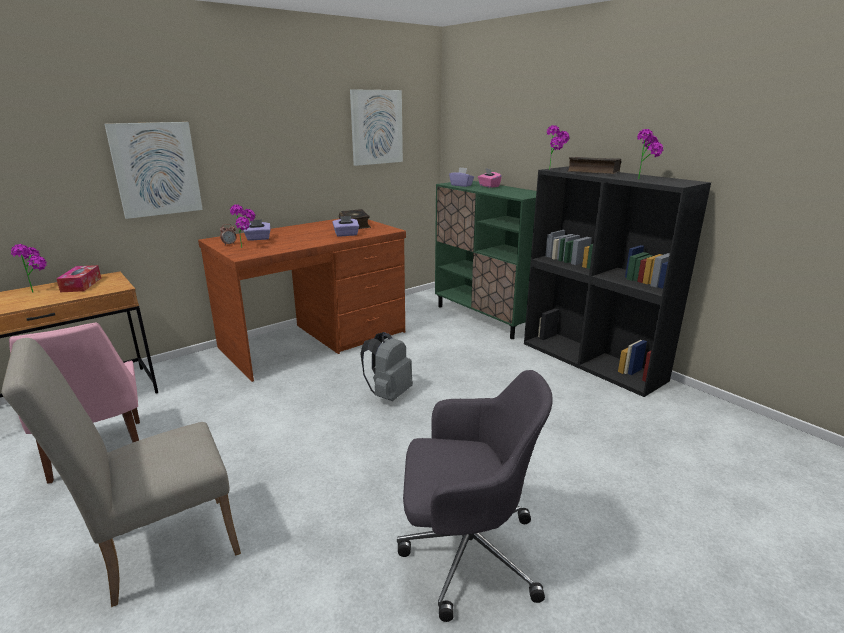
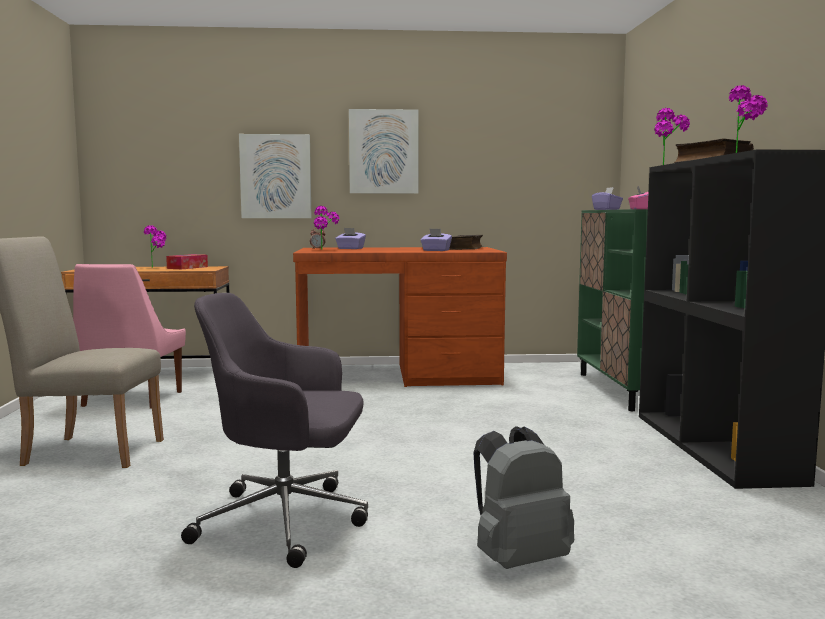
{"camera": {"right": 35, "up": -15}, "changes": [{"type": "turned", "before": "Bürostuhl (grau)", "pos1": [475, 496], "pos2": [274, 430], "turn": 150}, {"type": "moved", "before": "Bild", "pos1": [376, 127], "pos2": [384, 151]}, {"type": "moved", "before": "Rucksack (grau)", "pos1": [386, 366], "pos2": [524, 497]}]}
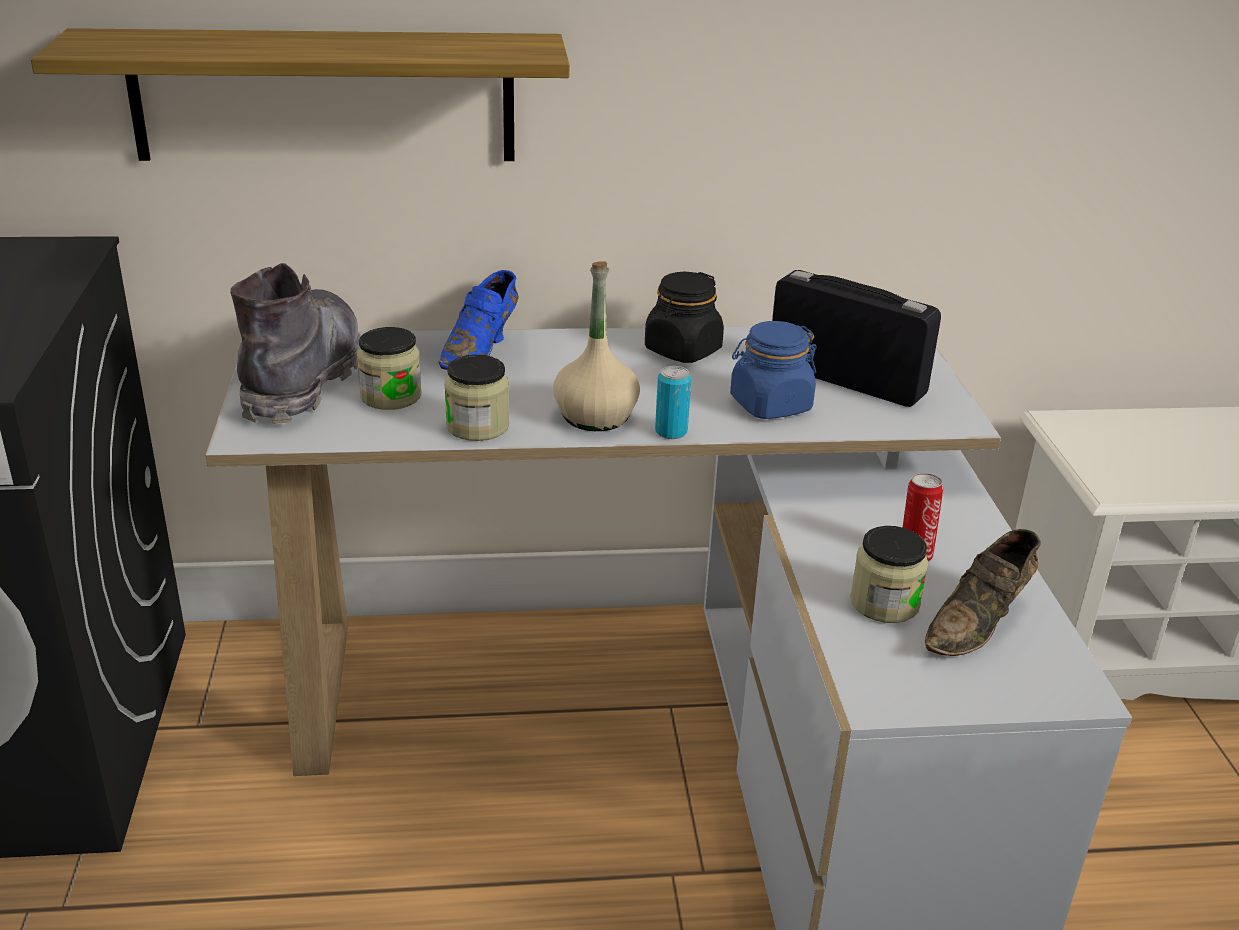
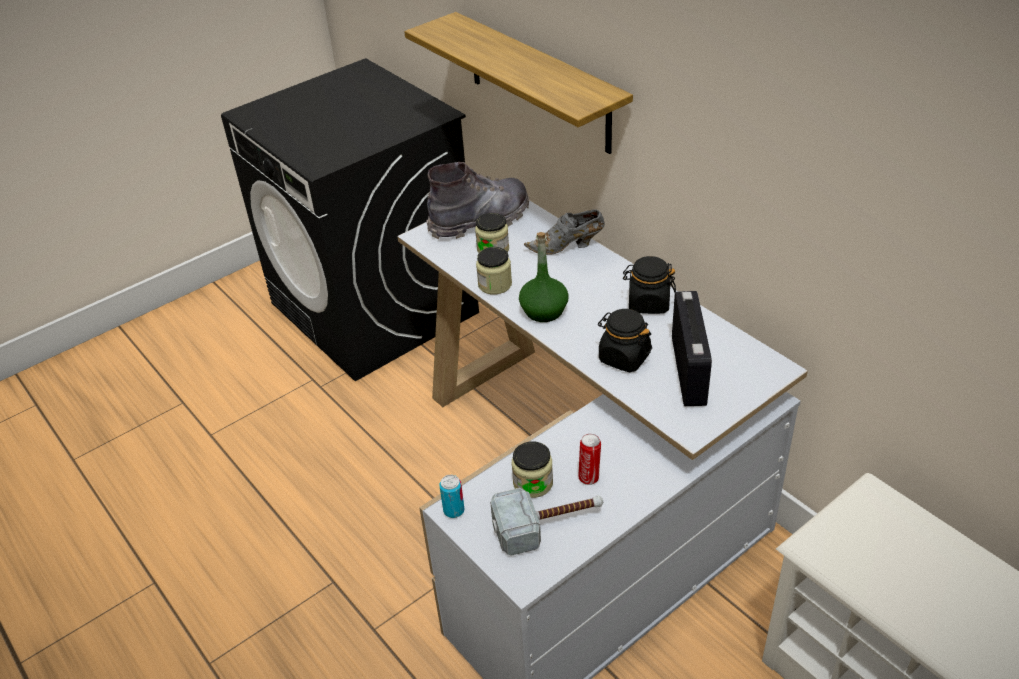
{"camera": {"right": 60, "up": 10}, "changes": [{"type": "moved", "before": "Dose", "pos1": [673, 402], "pos2": [452, 496]}, {"type": "replaced", "before": "Schuh (braun)", "after": "Hammer", "pos1": [983, 592], "pos2": [546, 522]}, {"type": "recoloured", "before": "Flasche (beige)", "after": "Flasche (grün)", "pos1": [596, 346], "pos2": [544, 277]}, {"type": "recoloured", "before": "Schuh (blau)", "after": "Schuh (grau)", "pos1": [479, 320], "pos2": [564, 232]}, {"type": "recoloured", "before": "Vorratsglas (blau)", "after": "Vorratsglas (schwarz)", "pos1": [773, 370], "pos2": [625, 341]}]}
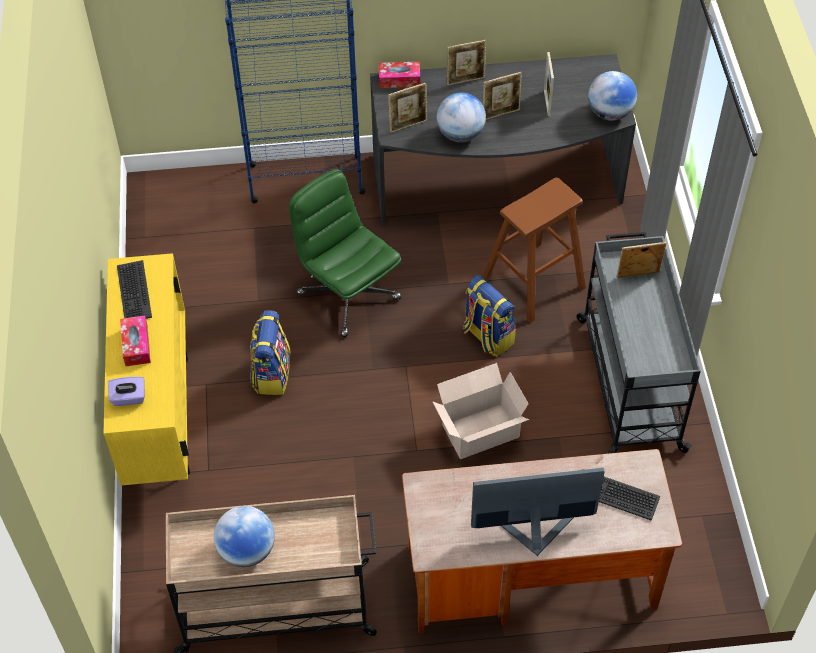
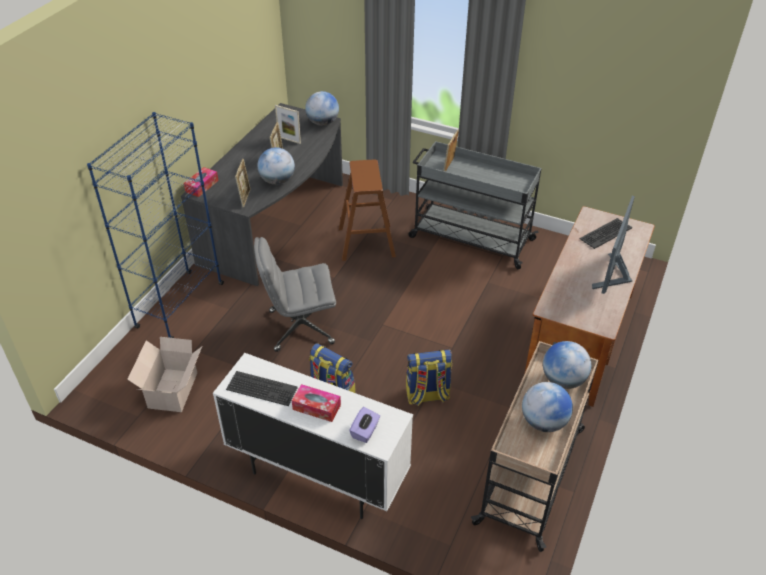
{"camera": {"right": -60, "up": -10}, "changes": [{"type": "moved", "before": "Karton", "pos1": [480, 411], "pos2": [164, 374]}, {"type": "recoloured", "before": "Schrank (gelb)", "after": "Schrank (weiß)", "pos1": [147, 369], "pos2": [313, 436]}, {"type": "recoloured", "before": "Bürostuhl (grün)", "after": "Bürostuhl (grau)", "pos1": [345, 253], "pos2": [295, 294]}, {"type": "moved", "before": "Rucksack", "pos1": [489, 316], "pos2": [429, 378]}, {"type": "added", "after": "Globus", "pos2": [567, 365]}, {"type": "removed", "before": "Bilderrahmen", "pos1": [466, 63]}]}
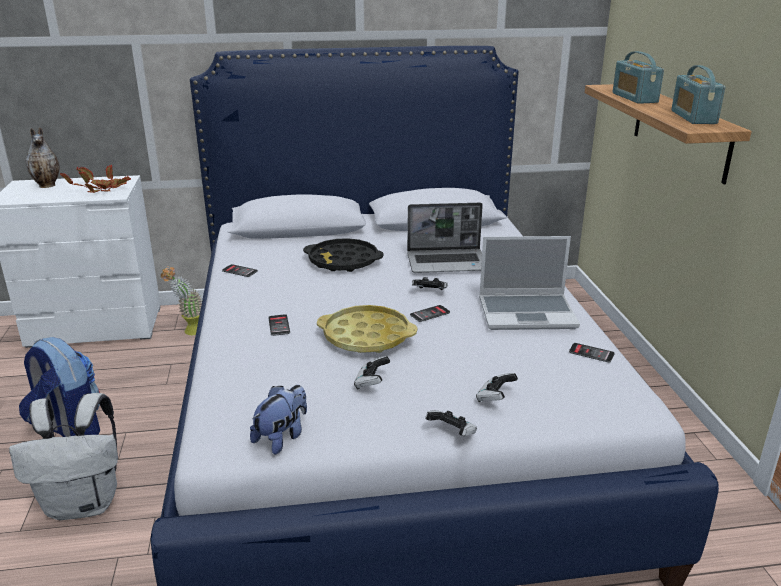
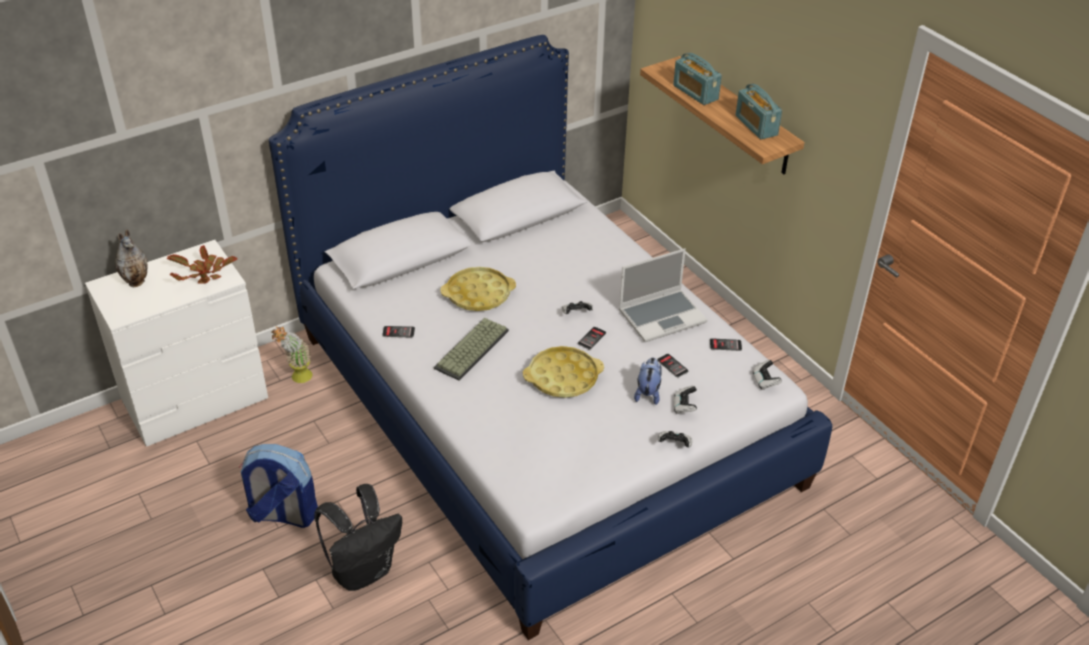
{"camera": {"right": -25, "up": 15}, "changes": [{"type": "recoloured", "before": "Rucksack (weiß)", "after": "Rucksack (schwarz)", "pos1": [63, 456], "pos2": [358, 537]}, {"type": "added", "after": "Tastatur", "pos2": [471, 349]}, {"type": "recoloured", "before": "Tablett (schwarz)", "after": "Tablett (gelb)", "pos1": [343, 255], "pos2": [478, 289]}, {"type": "moved", "before": "Plüschtier", "pos1": [278, 419], "pos2": [648, 381]}, {"type": "moved", "before": "Handy", "pos1": [279, 325], "pos2": [673, 365]}, {"type": "moved", "before": "Gamepad", "pos1": [372, 372], "pos2": [767, 375]}, {"type": "removed", "before": "Laptop", "pos1": [445, 238]}]}
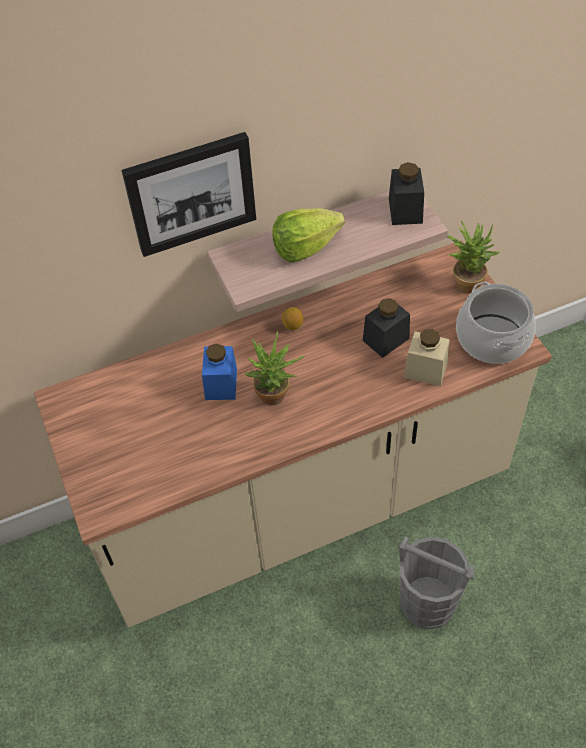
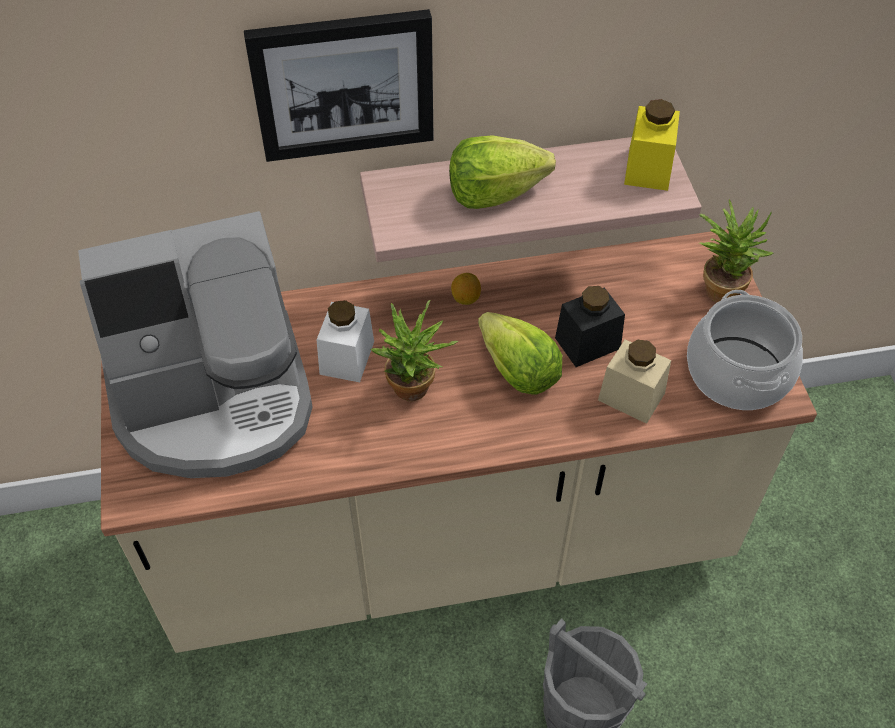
{"camera": {"right": 10, "up": 0}, "changes": [{"type": "added", "after": "Kaffeemaschine", "pos2": [195, 344]}, {"type": "recoloured", "before": "Vorratsglas (blau)", "after": "Vorratsglas (weiß)", "pos1": [219, 372], "pos2": [345, 341]}, {"type": "added", "after": "Salatkopf", "pos2": [520, 353]}, {"type": "recoloured", "before": "Vorratsglas (schwarz)", "after": "Vorratsglas (gelb)", "pos1": [406, 193], "pos2": [652, 145]}]}
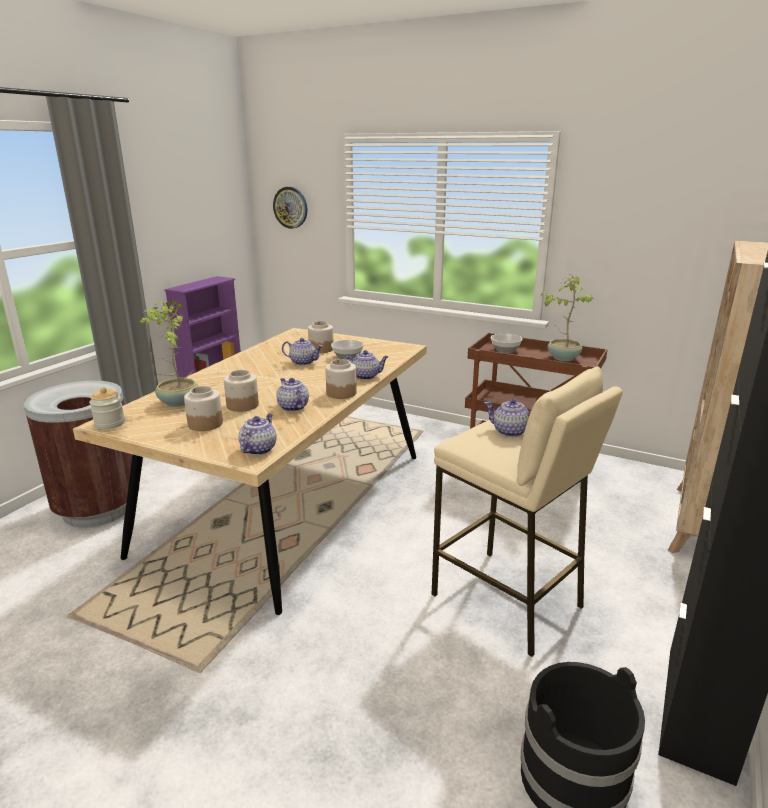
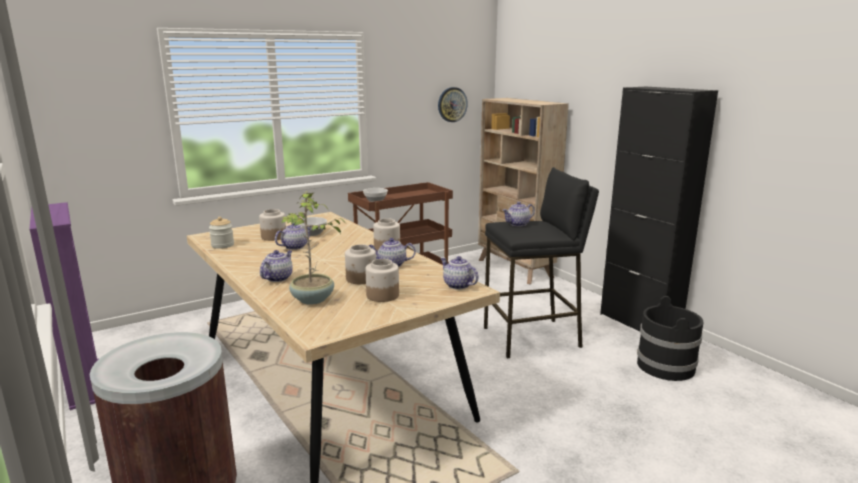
{"camera": {"right": -60, "up": -5}, "changes": [{"type": "moved", "before": "Vorratsglas", "pos1": [107, 408], "pos2": [221, 233]}, {"type": "moved", "before": "Teekanne", "pos1": [366, 365], "pos2": [276, 266]}, {"type": "moved", "before": "Wanduhr", "pos1": [290, 208], "pos2": [453, 104]}, {"type": "recoloured", "before": "Hocker (beige)", "after": "Hocker (schwarz)", "pos1": [527, 512], "pos2": [541, 262]}, {"type": "removed", "before": "Topfpflanze", "pos1": [567, 318]}]}
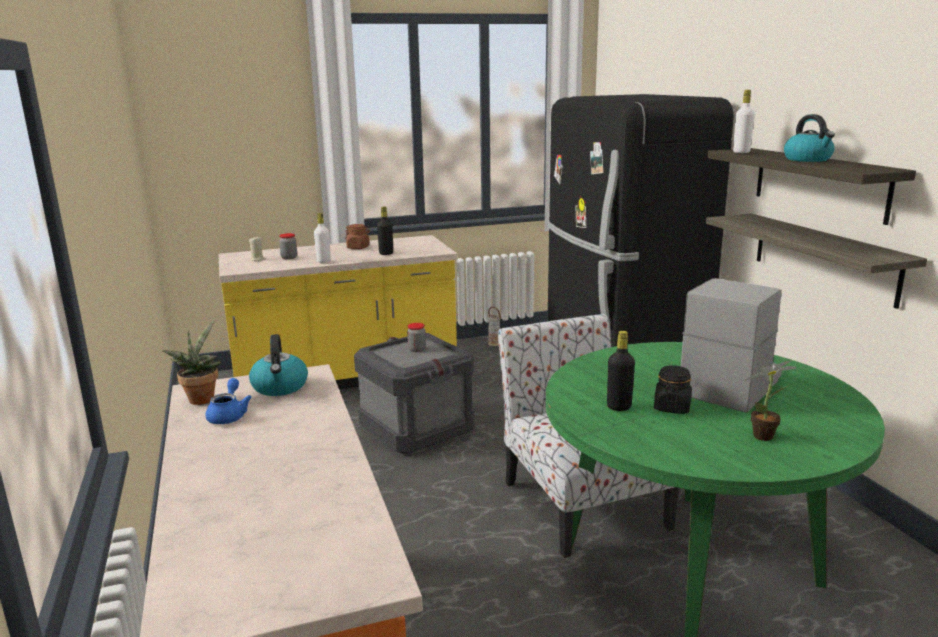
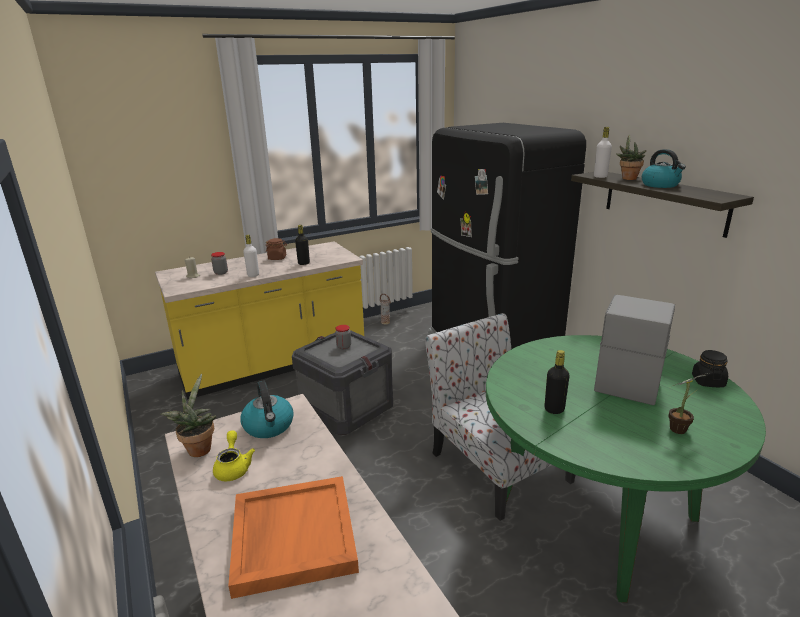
{"camera": {"right": -10, "up": 5}, "changes": [{"type": "recoloured", "before": "Teekanne (blau)", "after": "Teekanne (gelb)", "pos1": [229, 401], "pos2": [234, 455]}, {"type": "added", "after": "Tablett (orange)", "pos2": [293, 537]}, {"type": "added", "after": "Topfpflanze", "pos2": [631, 157]}, {"type": "moved", "before": "Vorratsglas (schwarz)", "pos1": [673, 389], "pos2": [710, 368]}, {"type": "removed", "before": "Wandregal", "pos1": [816, 261]}]}
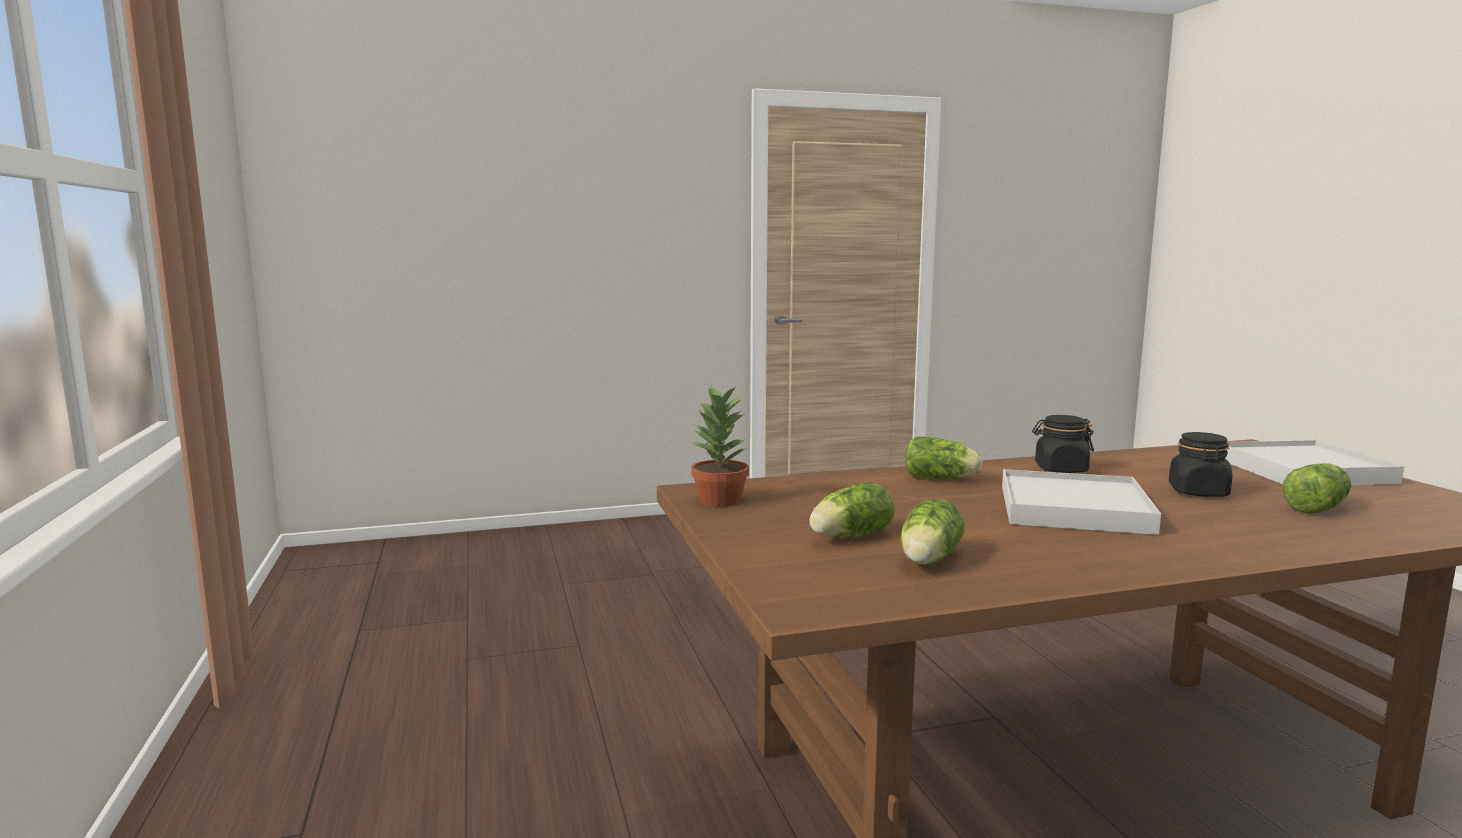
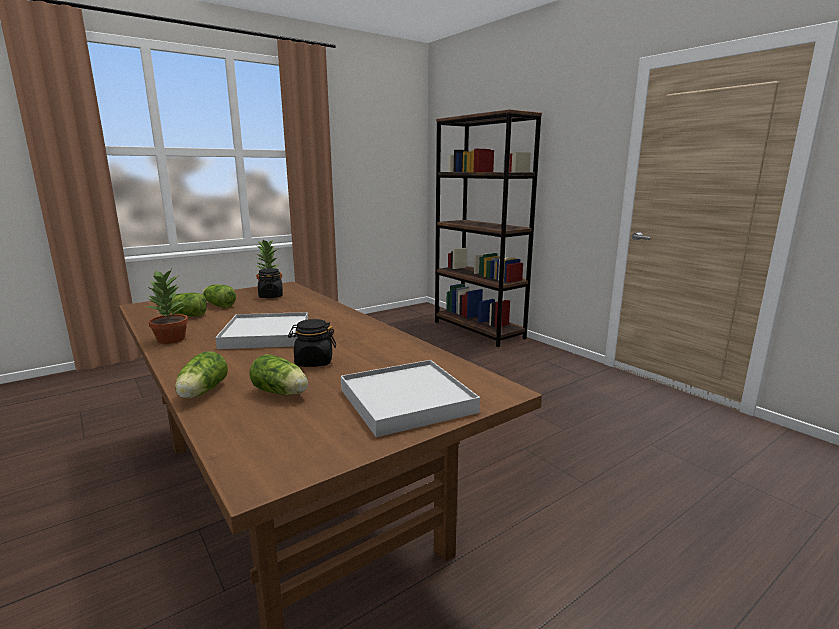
{"camera": {"right": 70, "up": 5}, "changes": [{"type": "added", "after": "Topfpflanze", "pos2": [167, 306]}, {"type": "moved", "before": "Salatkopf", "pos1": [944, 457], "pos2": [201, 375]}, {"type": "moved", "before": "Vorratsglas (schwarz)", "pos1": [1063, 444], "pos2": [270, 283]}, {"type": "added", "after": "Bücherregal (braun)", "pos2": [488, 228]}]}
